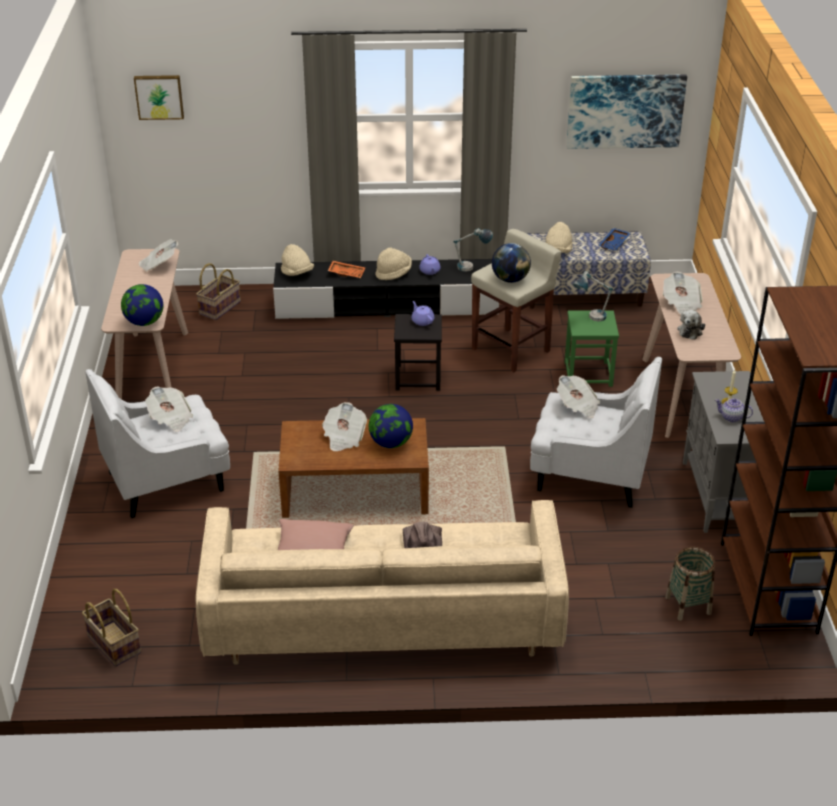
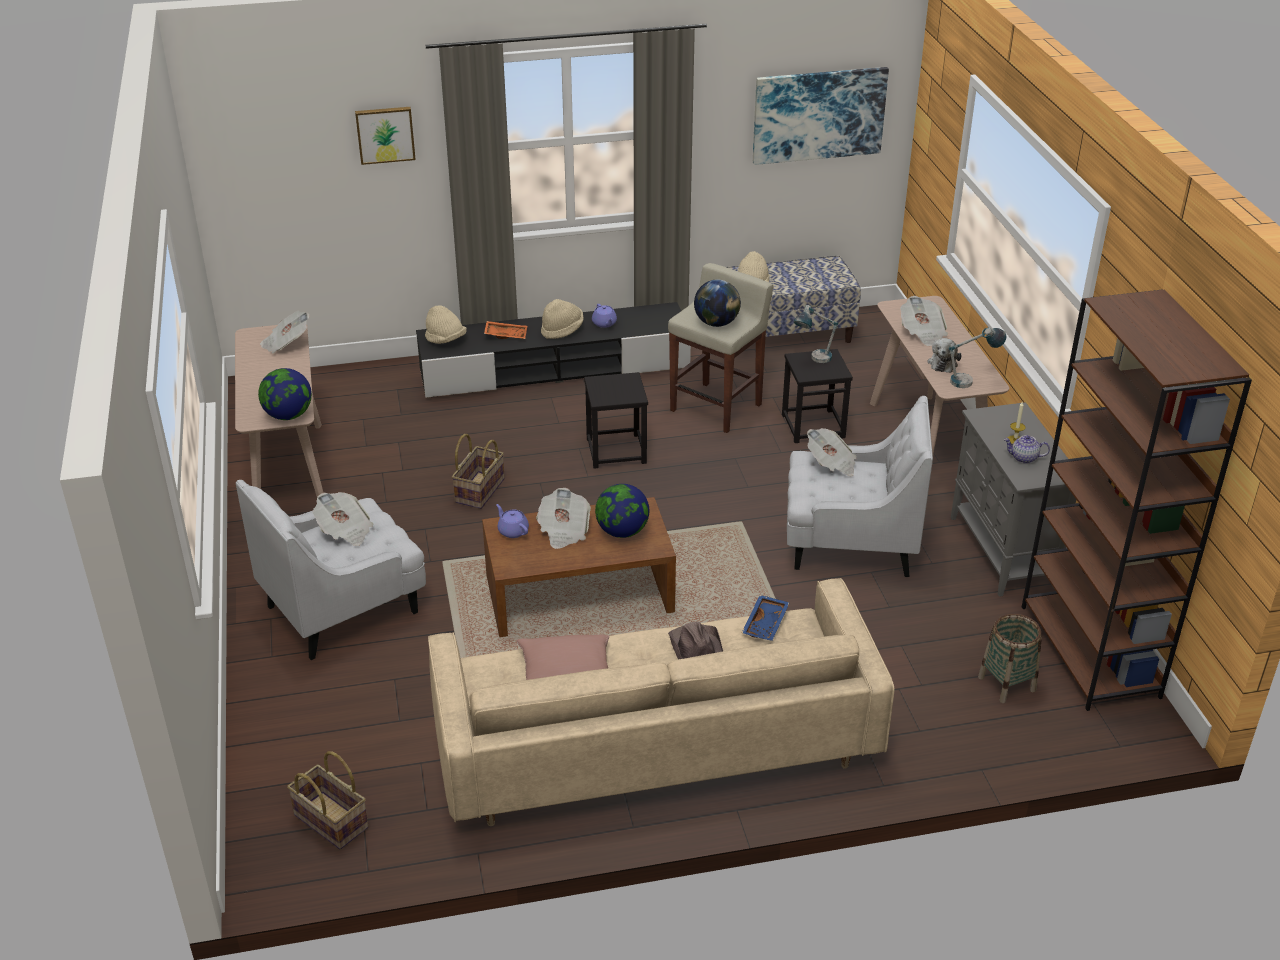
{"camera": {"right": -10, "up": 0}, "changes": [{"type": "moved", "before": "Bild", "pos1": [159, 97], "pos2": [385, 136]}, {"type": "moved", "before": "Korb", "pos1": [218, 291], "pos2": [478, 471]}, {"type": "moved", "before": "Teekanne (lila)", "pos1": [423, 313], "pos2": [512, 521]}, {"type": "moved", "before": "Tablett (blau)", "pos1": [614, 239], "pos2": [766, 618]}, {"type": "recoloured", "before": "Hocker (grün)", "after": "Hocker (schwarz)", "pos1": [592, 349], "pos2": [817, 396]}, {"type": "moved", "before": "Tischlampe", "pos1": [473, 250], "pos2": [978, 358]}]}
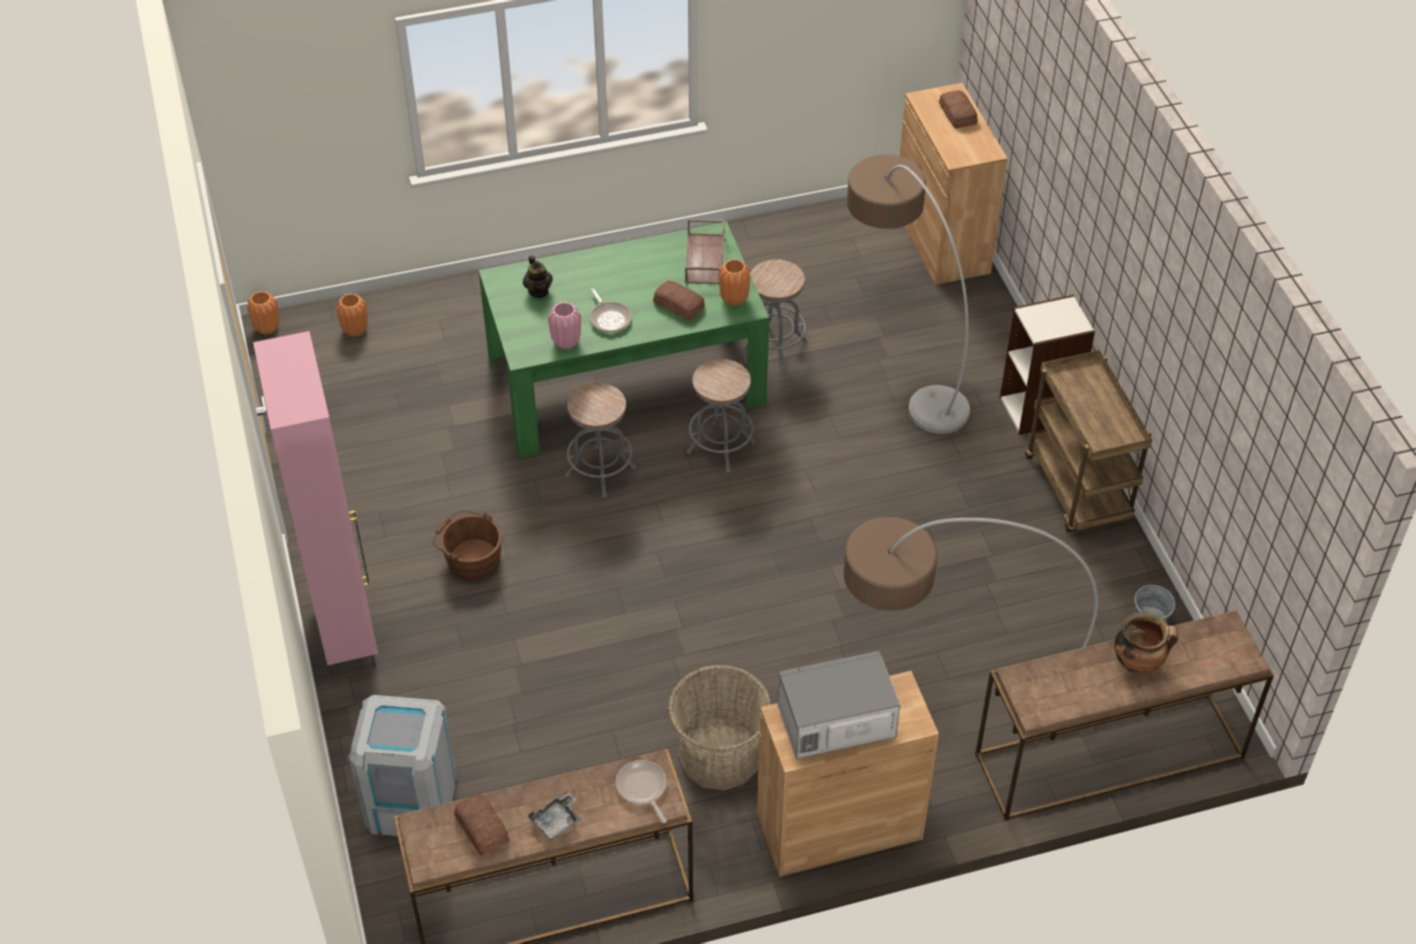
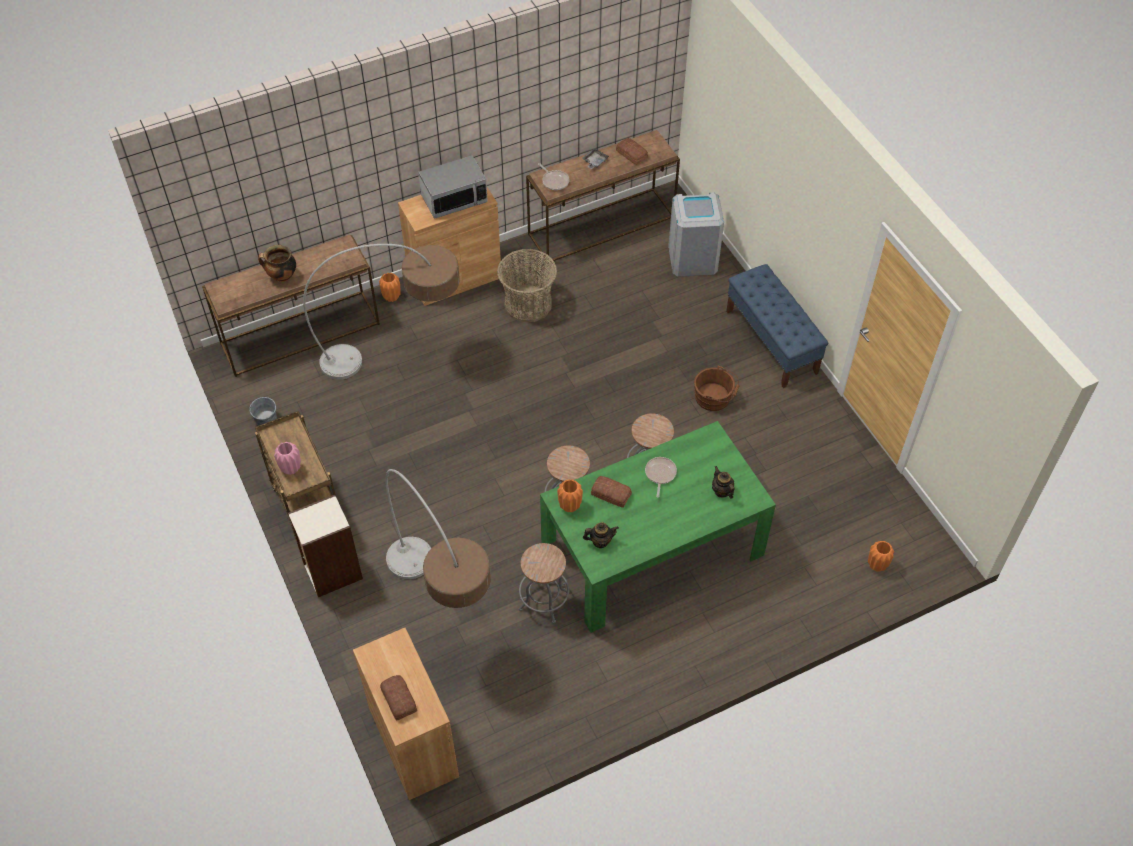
{"camera": {"right": 170, "up": 5}, "changes": [{"type": "moved", "before": "Vase (rosa)", "pos1": [564, 325], "pos2": [287, 458]}, {"type": "moved", "before": "Vase (orange)", "pos1": [263, 313], "pos2": [390, 287]}, {"type": "replaced", "before": "Tablett (braun)", "after": "Teekanne", "pos1": [704, 251], "pos2": [601, 535]}, {"type": "turned", "before": "Pfanne", "pos1": [611, 311], "pos2": [661, 477], "turn": 45}, {"type": "replaced", "before": "Schrank (rosa)", "after": "Bank (blau)", "pos1": [315, 504], "pos2": [777, 326]}]}
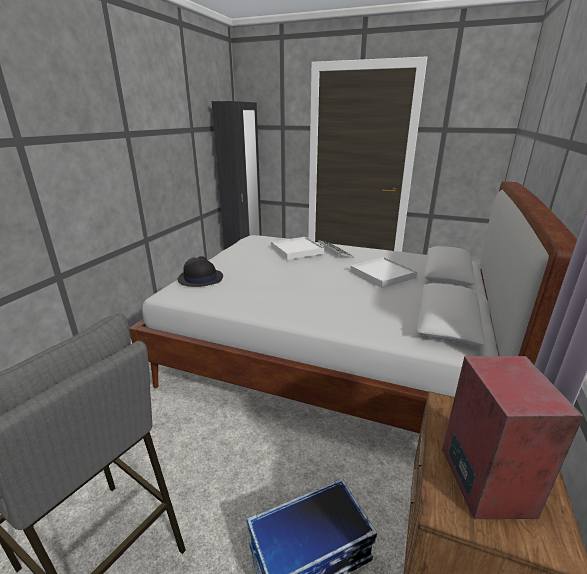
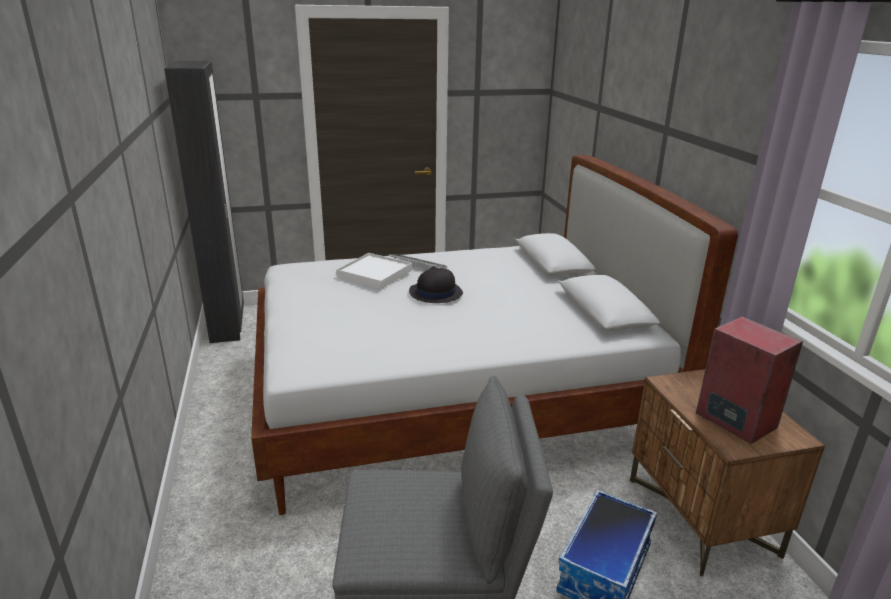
{"camera": {"right": -35, "up": 0}, "changes": [{"type": "moved", "before": "Hut (schwarz)", "pos1": [200, 271], "pos2": [436, 284]}, {"type": "removed", "before": "Tablett (weiß)", "pos1": [384, 272]}]}
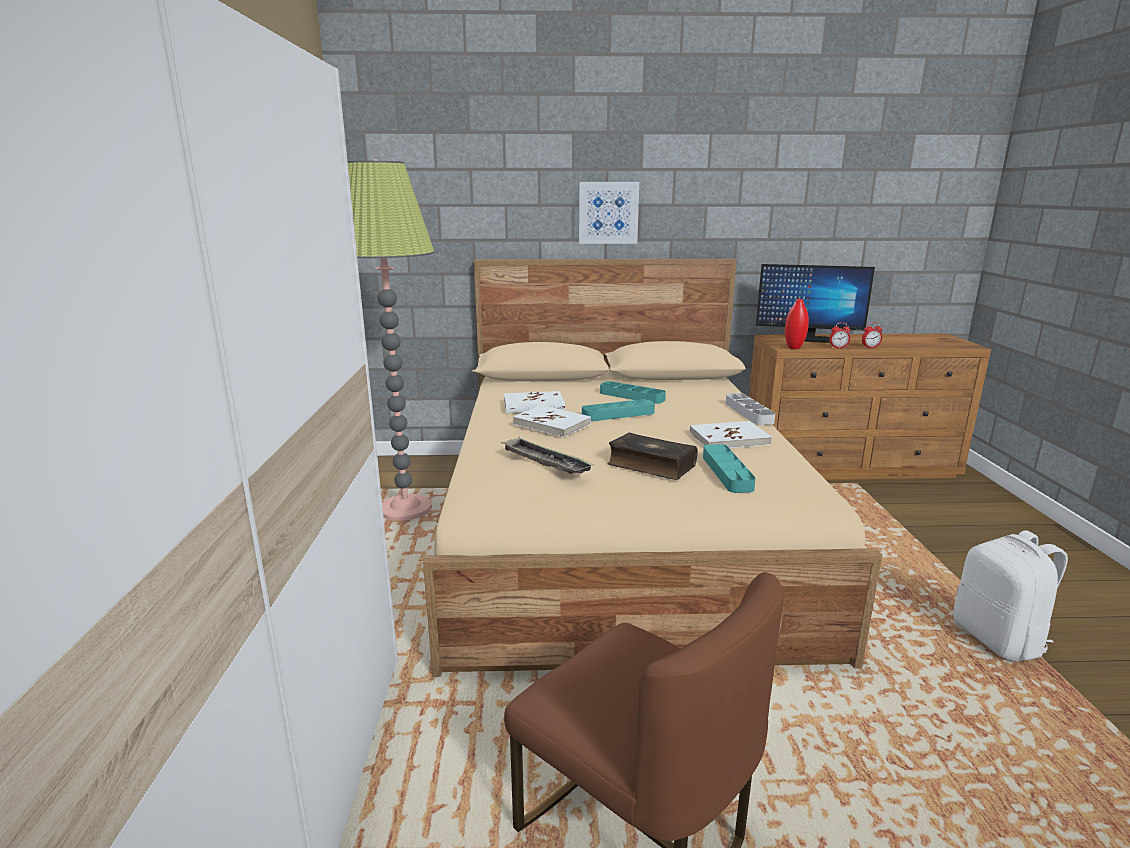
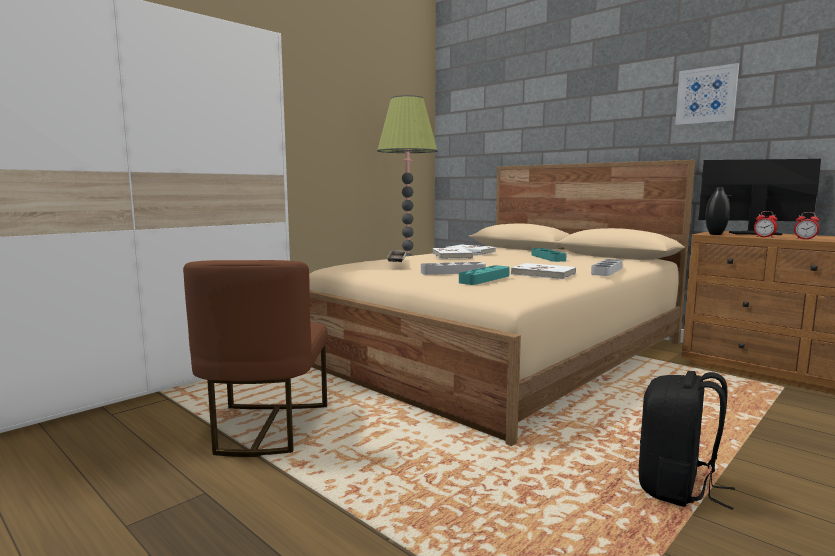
{"camera": {"right": 45, "up": -10}, "changes": [{"type": "replaced", "before": "Buch", "after": "Tablett (grau)", "pos1": [653, 456], "pos2": [453, 268]}, {"type": "recoloured", "before": "Rucksack (weiß)", "after": "Rucksack (schwarz)", "pos1": [1011, 595], "pos2": [687, 440]}, {"type": "moved", "before": "Bild", "pos1": [609, 213], "pos2": [707, 94]}, {"type": "turned", "before": "Monitor", "pos1": [815, 303], "pos2": [760, 197], "turn": 135}, {"type": "recoloured", "before": "Vase (rot)", "after": "Vase (schwarz)", "pos1": [797, 324], "pos2": [717, 211]}, {"type": "removed", "before": "Tablett (türkis)", "pos1": [618, 410]}]}
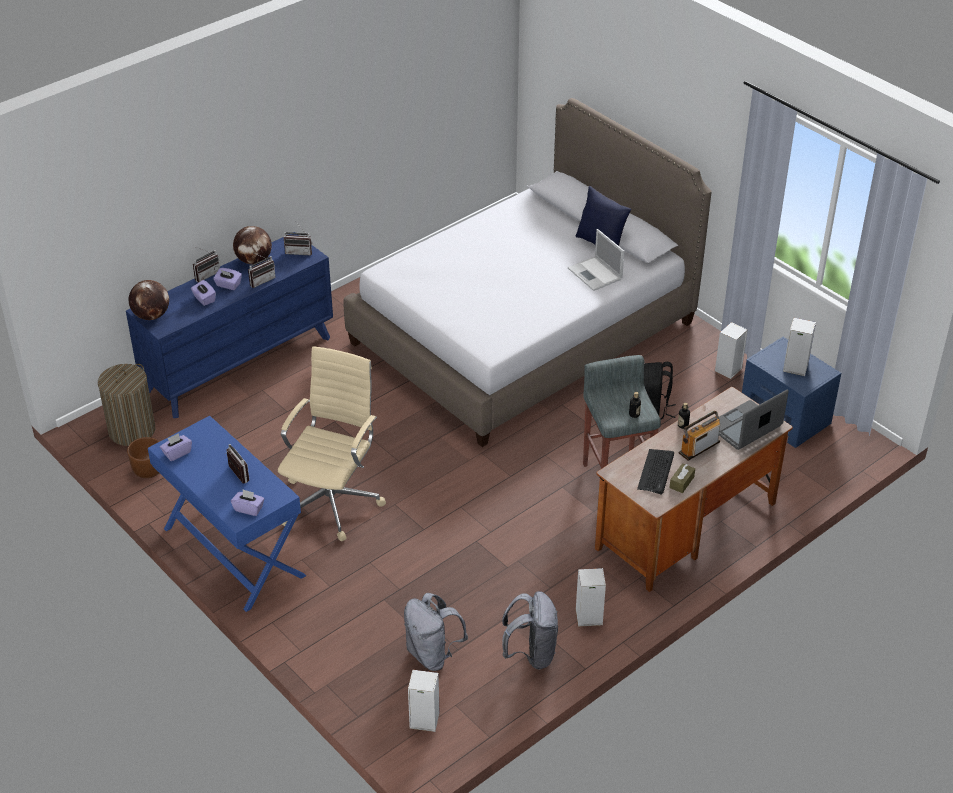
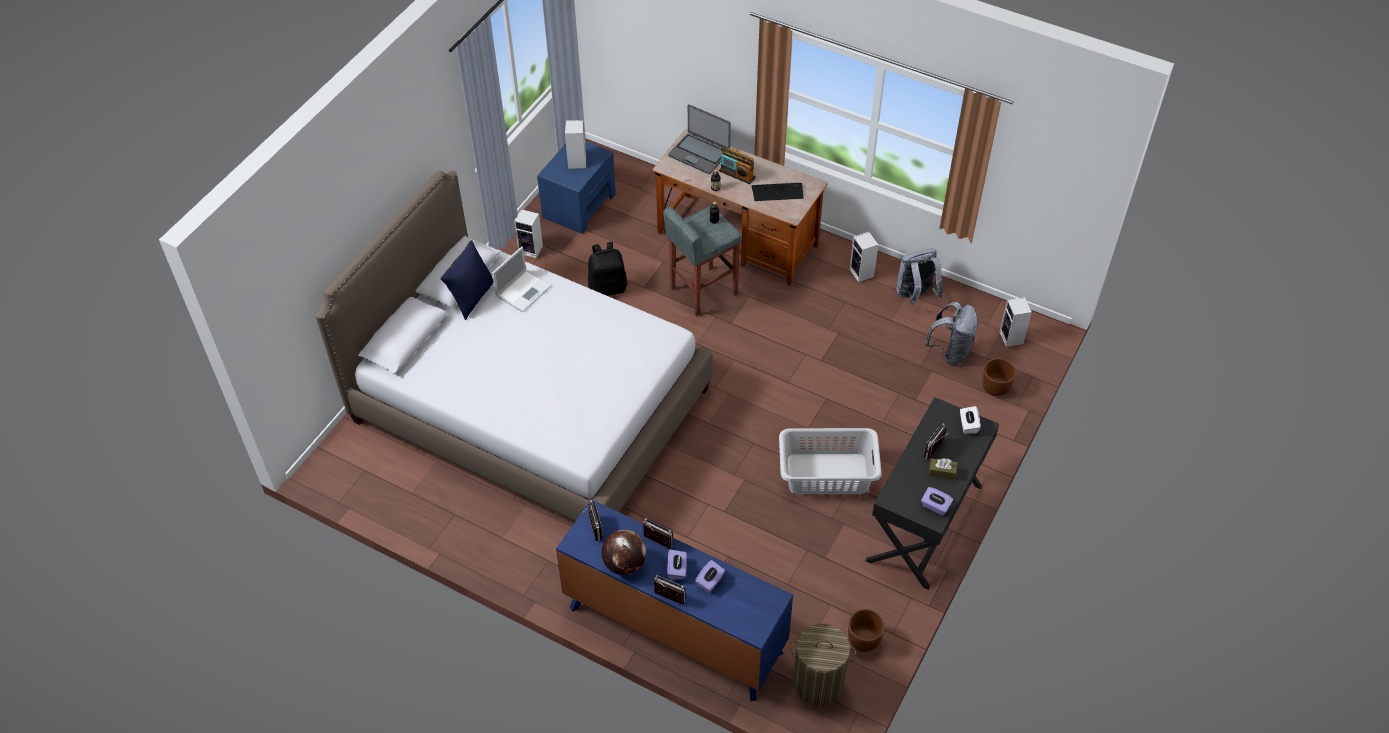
{"camera": {"right": -110, "up": 10}, "changes": [{"type": "replaced", "before": "Bürostuhl (beige)", "after": "Wäschekorb (grau)", "pos1": [332, 443], "pos2": [830, 461]}, {"type": "recoloured", "before": "Schreibtisch (blau)", "after": "Schreibtisch (schwarz)", "pos1": [227, 514], "pos2": [932, 493]}, {"type": "moved", "before": "Taschentuchbox (braun)", "pos1": [682, 478], "pos2": [943, 469]}, {"type": "recoloured", "before": "Taschentuchbox (lila)", "after": "Taschentuchbox (weiß)", "pos1": [248, 502], "pos2": [970, 420]}, {"type": "added", "after": "Pflanzkübel (braun)", "pos2": [999, 377]}, {"type": "removed", "before": "Globus", "pos1": [149, 300]}]}
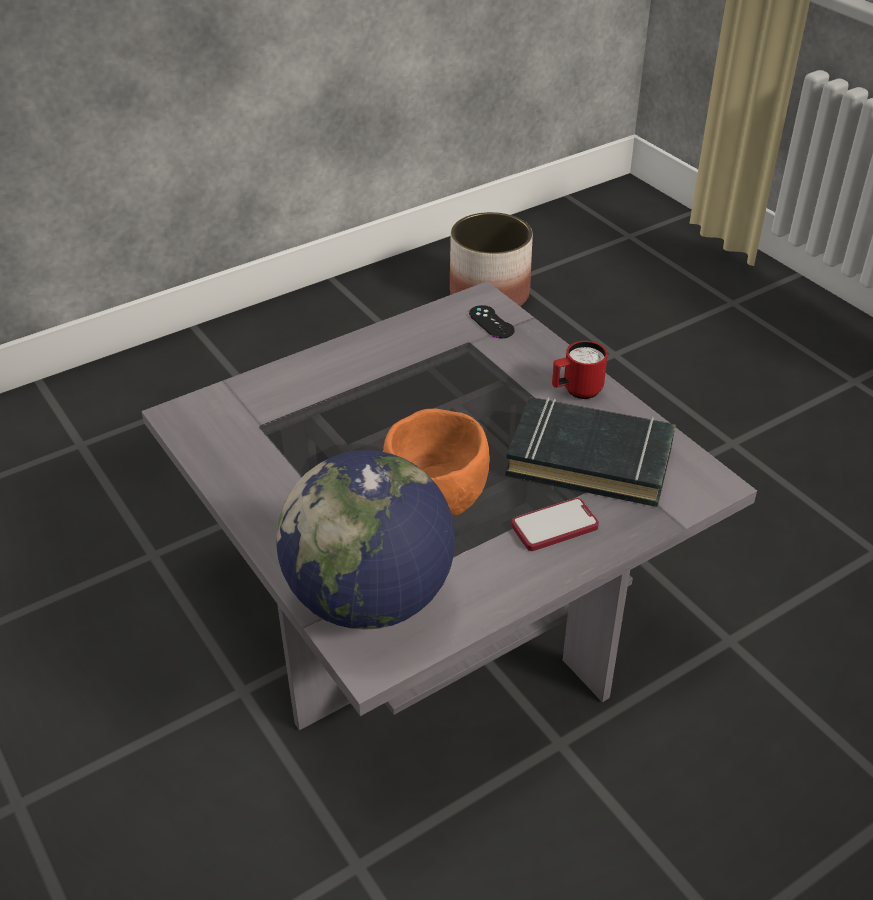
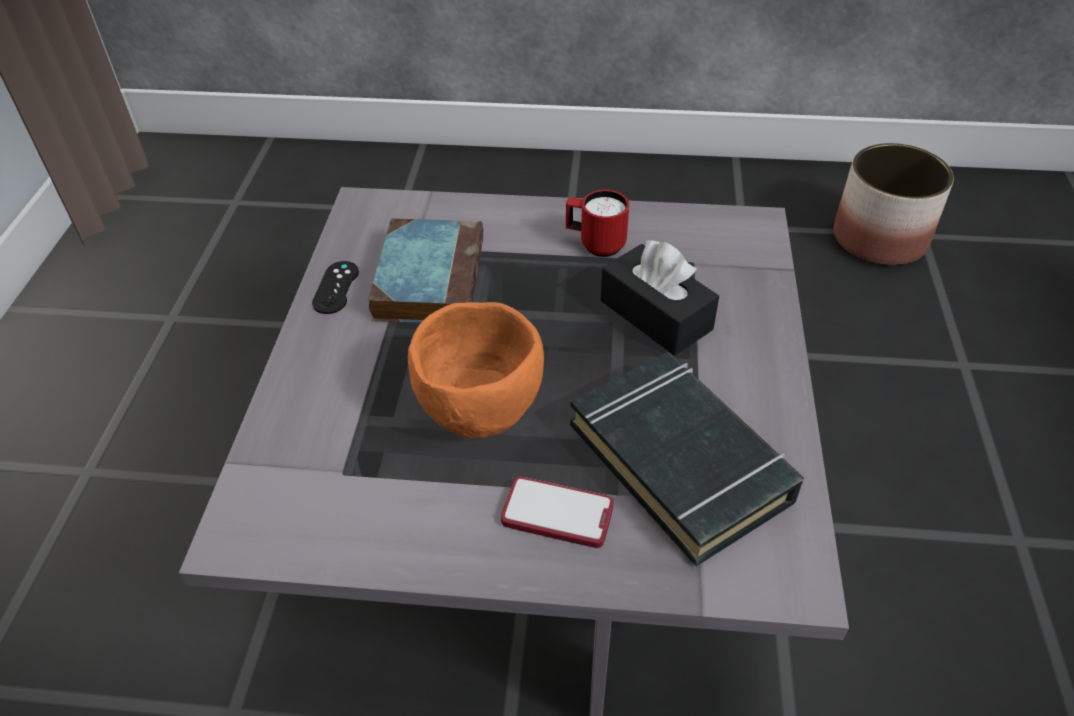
{"camera": {"right": 40, "up": 5}, "changes": [{"type": "moved", "before": "Gamepad (schwarz)", "pos1": [492, 322], "pos2": [335, 287]}, {"type": "added", "after": "Buch", "pos2": [425, 271]}, {"type": "moved", "before": "Henkelbecher (rot)", "pos1": [580, 370], "pos2": [597, 223]}, {"type": "added", "after": "Taschentuchbox (schwarz)", "pos2": [660, 298]}, {"type": "removed", "before": "Globus", "pos1": [365, 540]}]}
